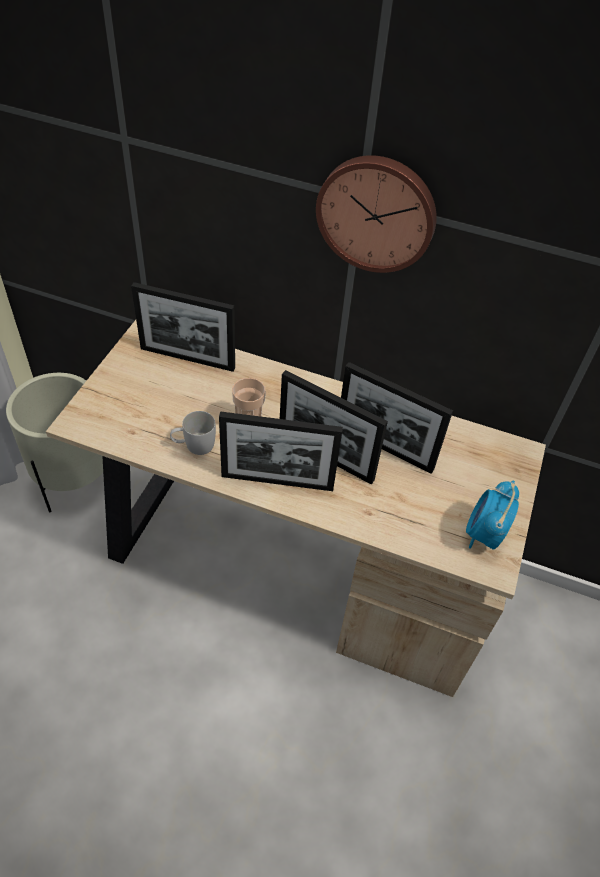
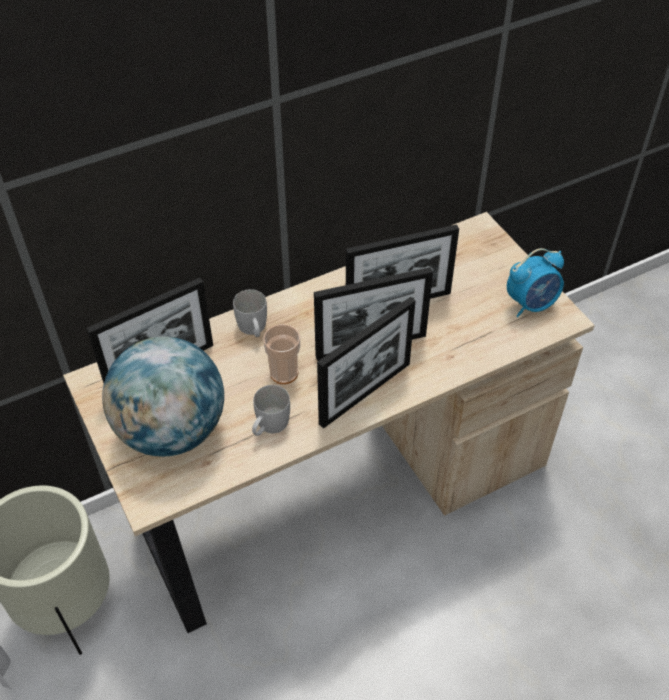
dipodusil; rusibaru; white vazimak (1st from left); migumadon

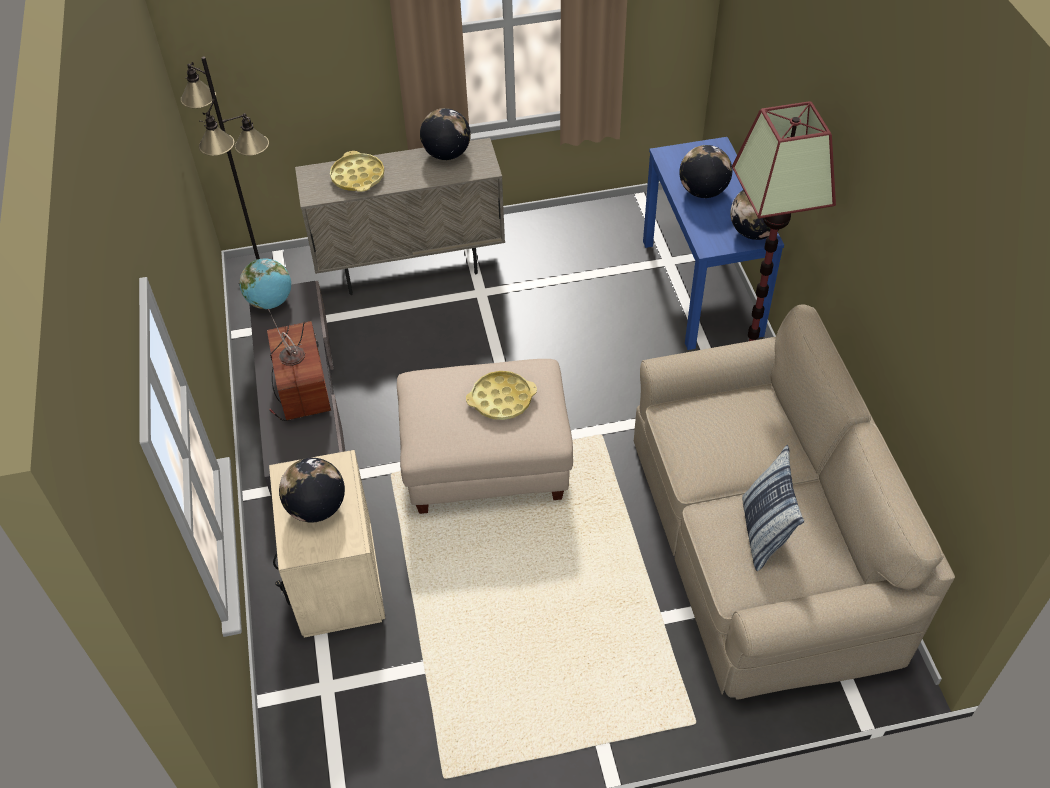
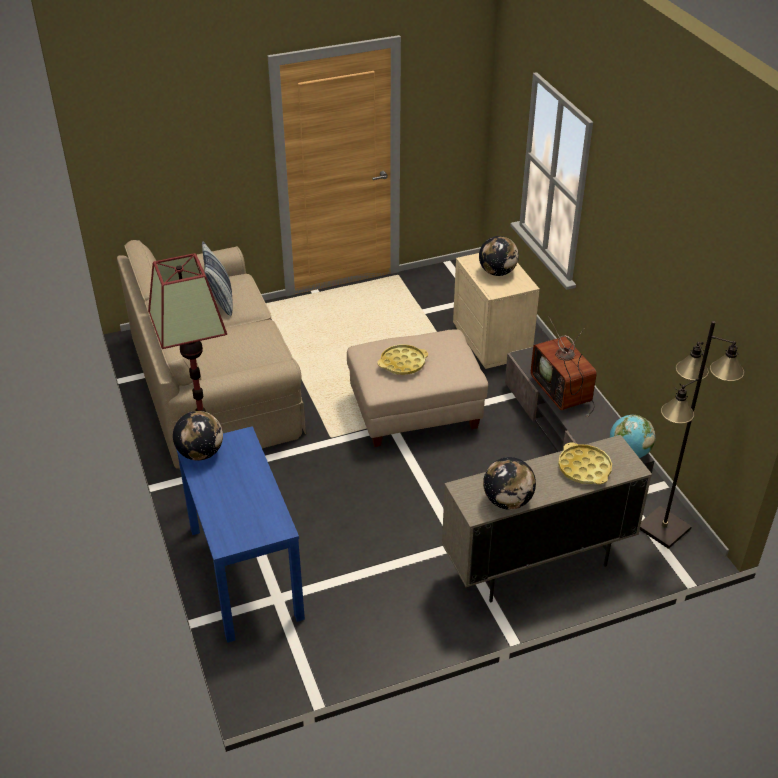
migumadon (4th from left in the first image)

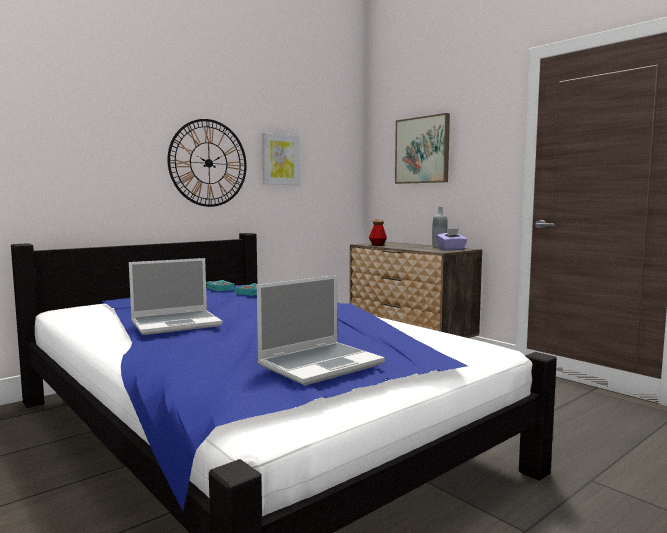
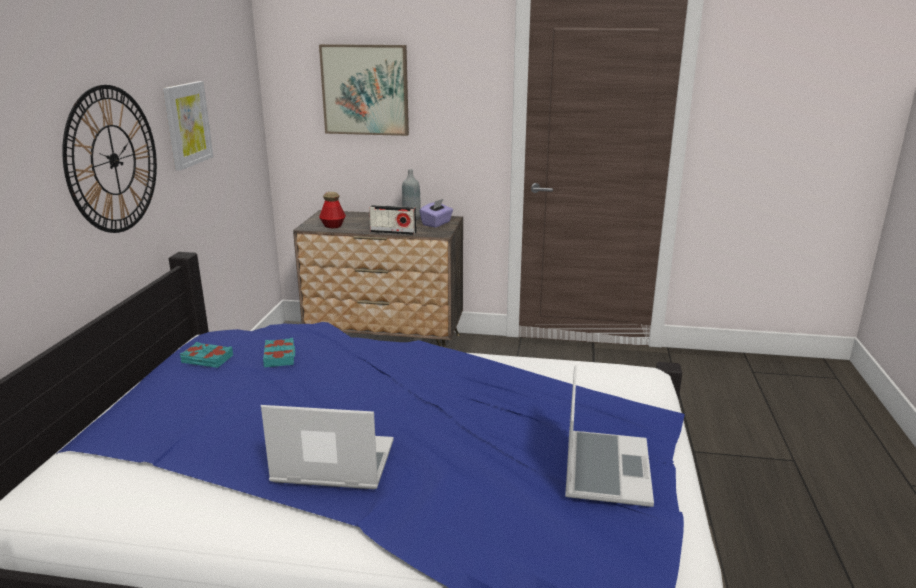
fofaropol (1st from left); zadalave

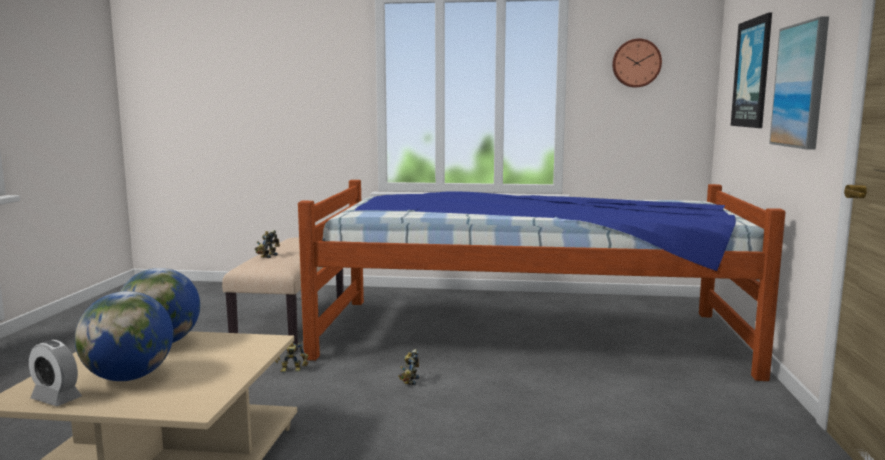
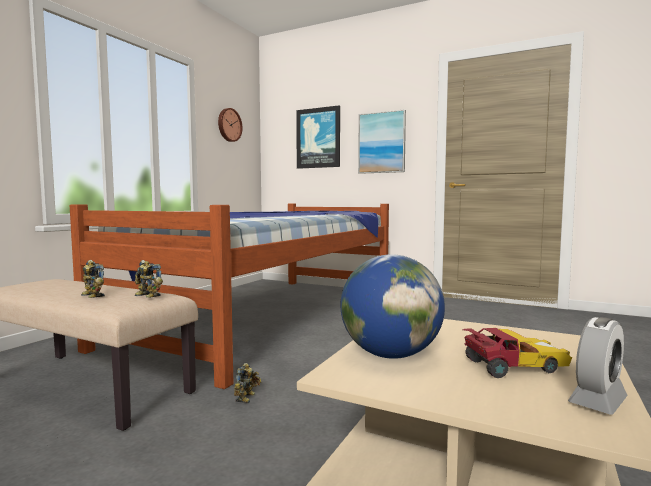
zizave; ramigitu (2nd from left)

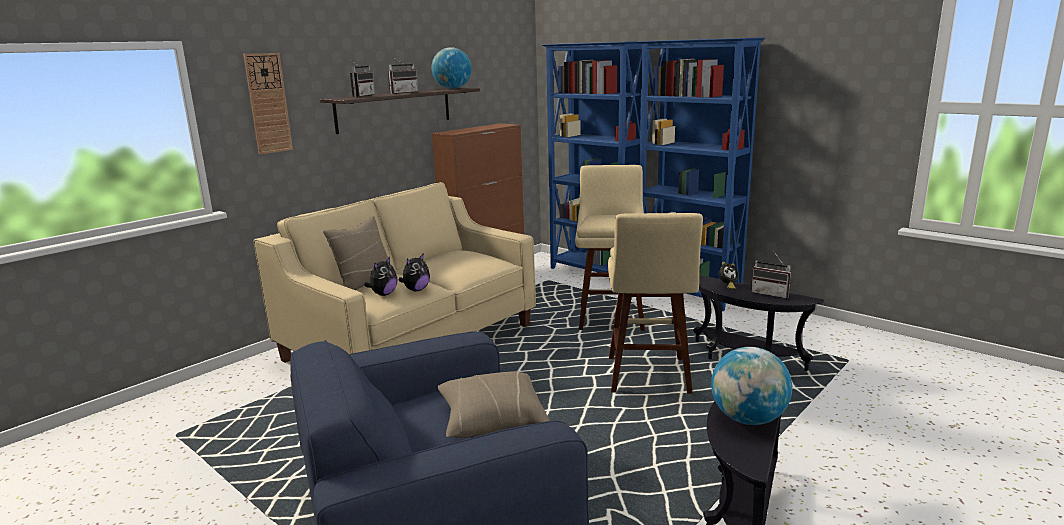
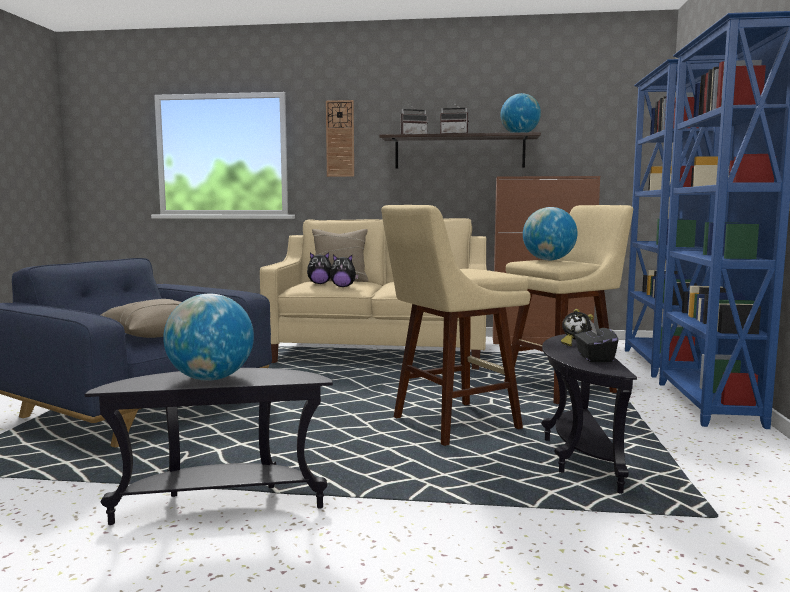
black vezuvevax; migumadon (3rd from left)

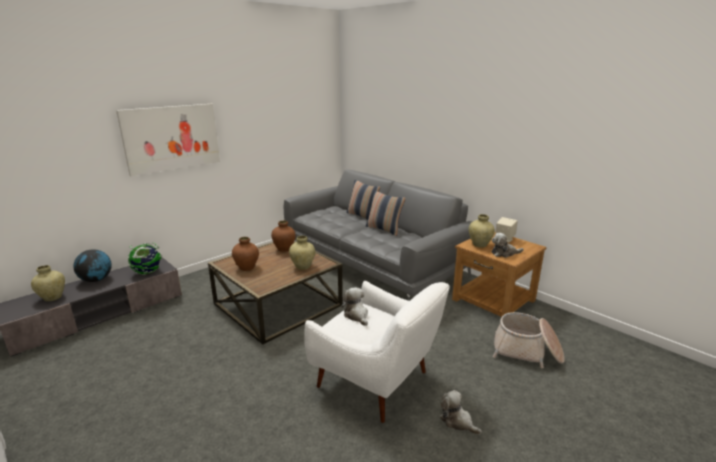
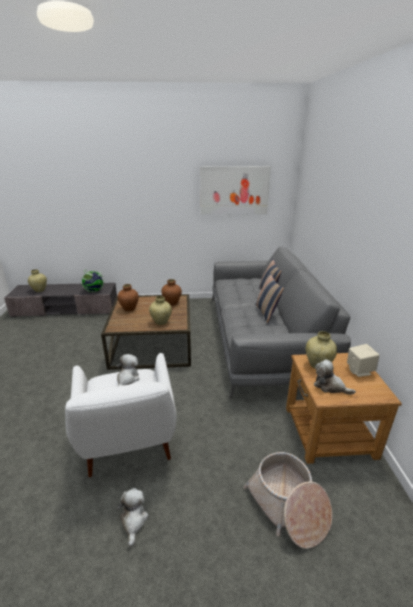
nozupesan; migumadon (1st from left in the first image)

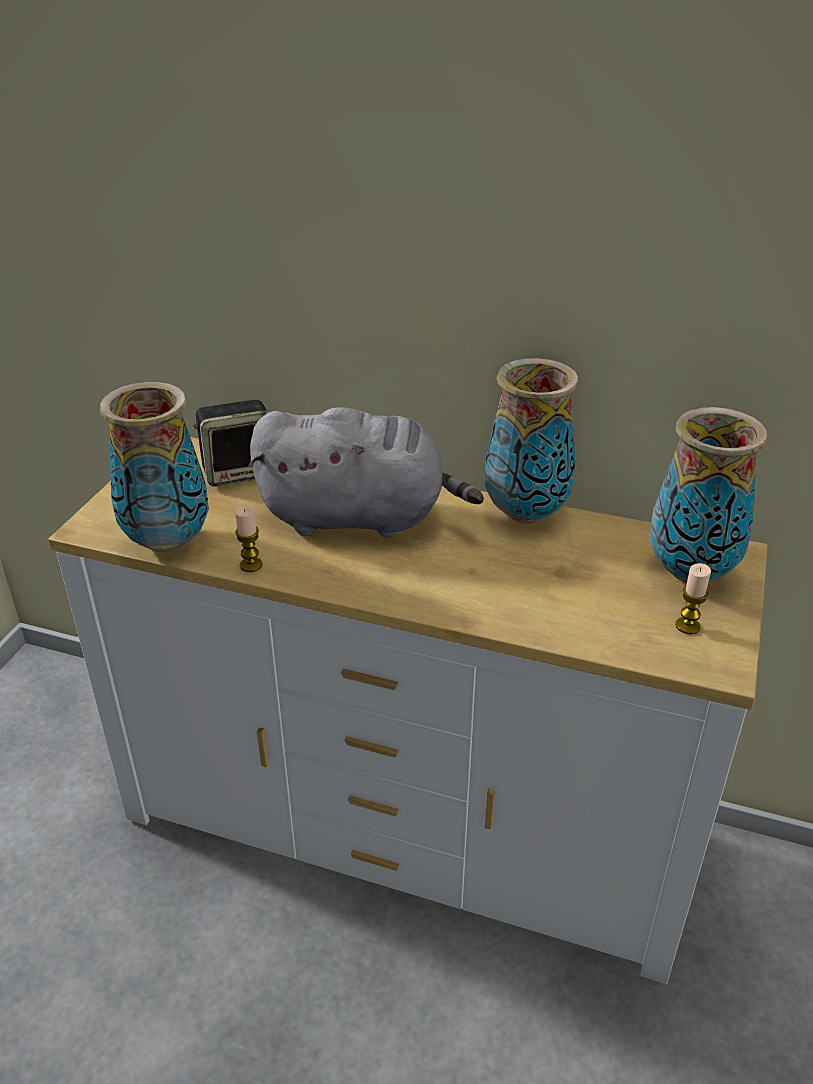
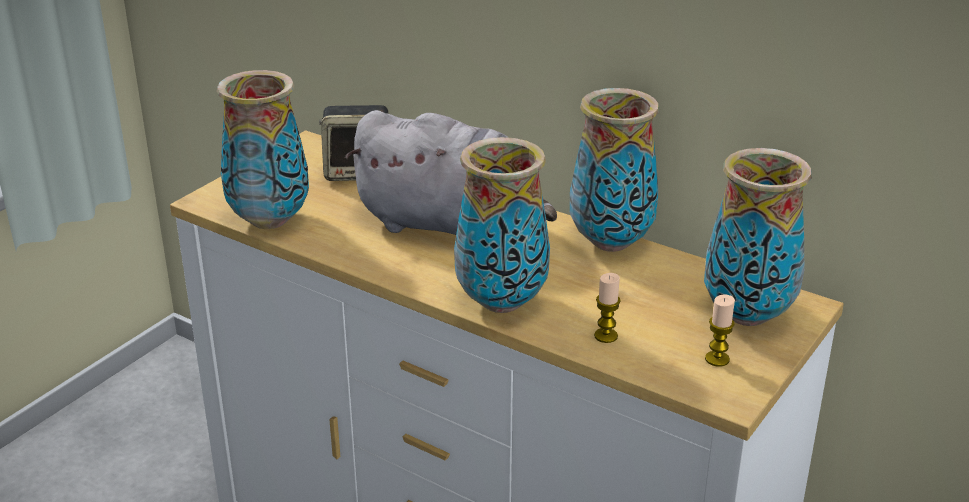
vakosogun (1st from left); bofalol (2nd from left)

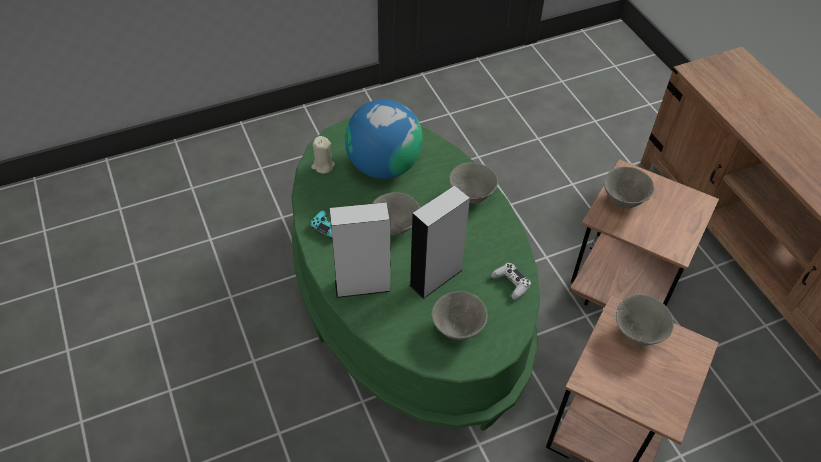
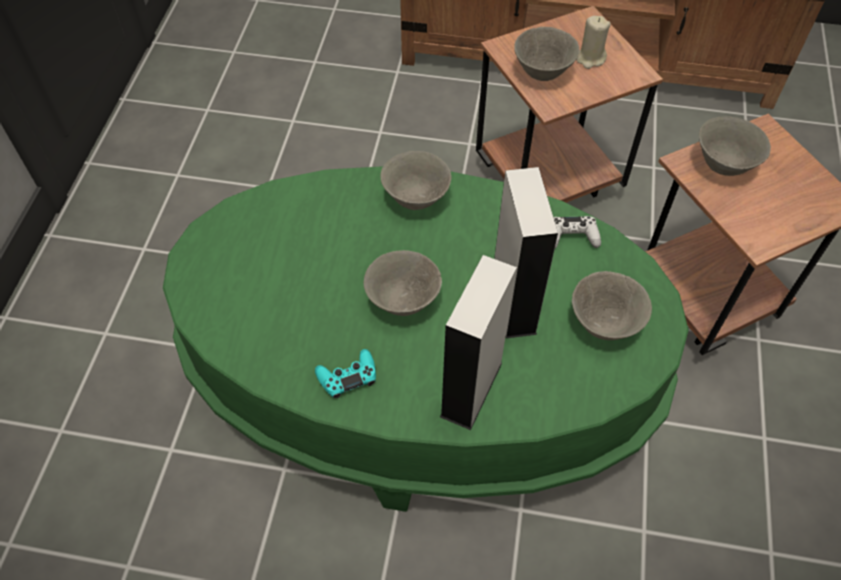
migumadon; beige vakosogun

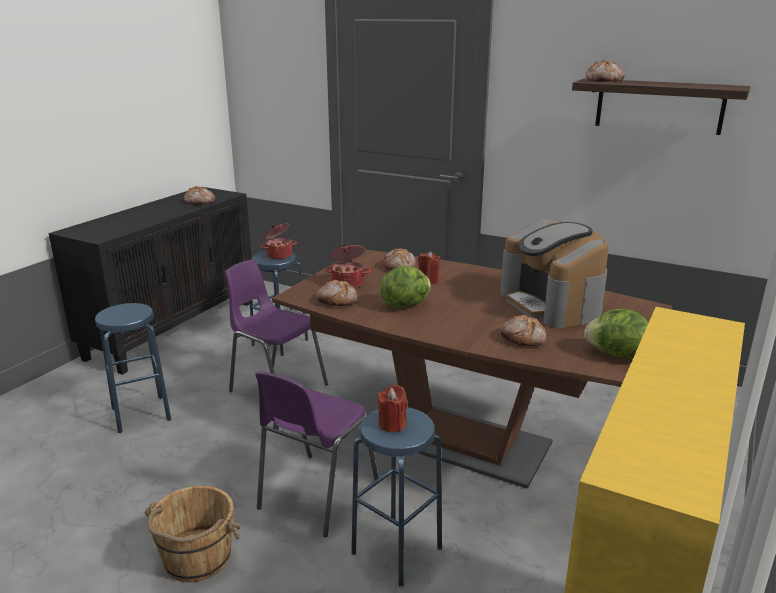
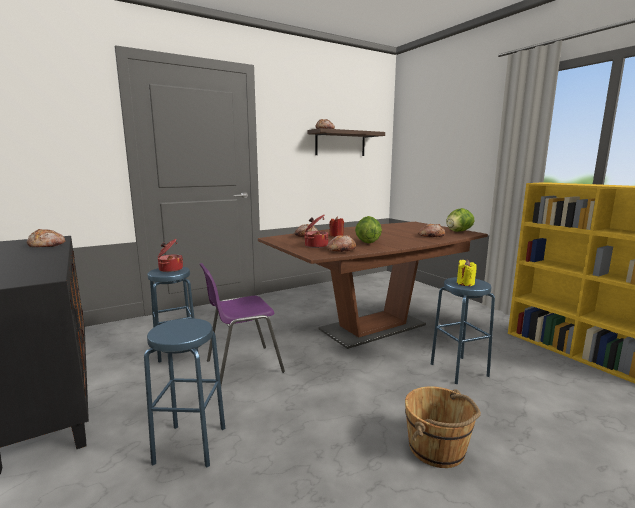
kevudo; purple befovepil (2nd from left in the first image); yellow vakosogun

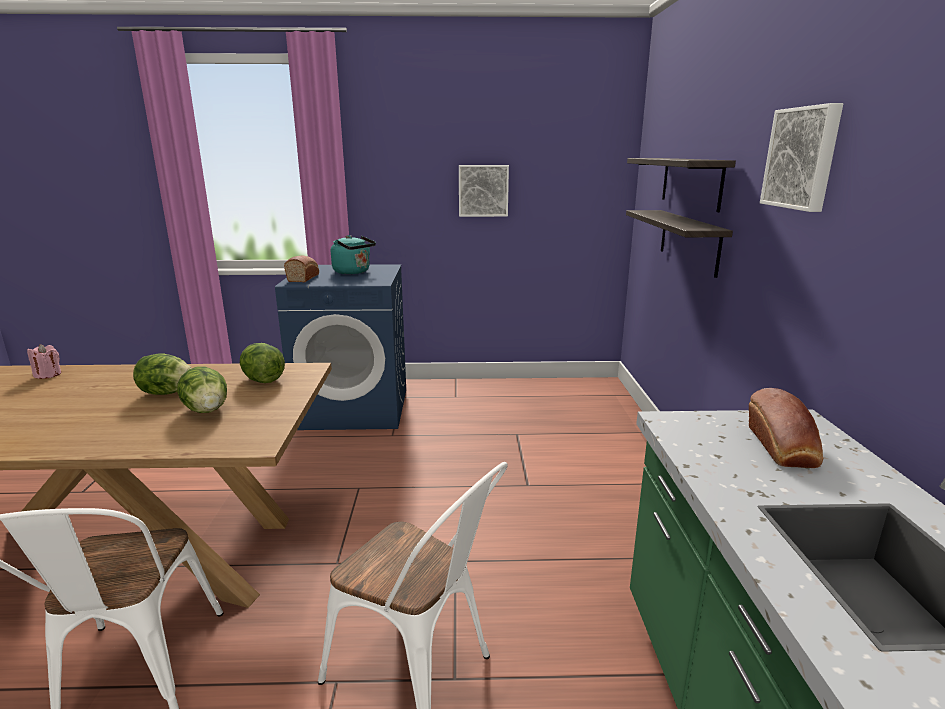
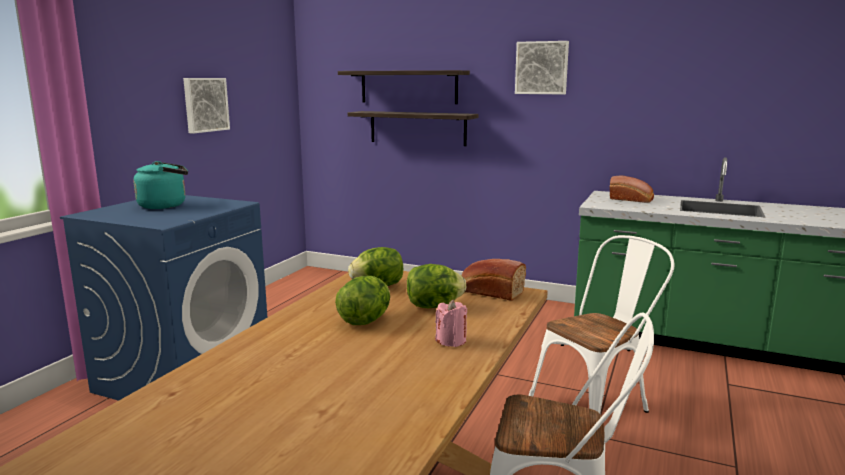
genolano (1st from left); pink vakosogun

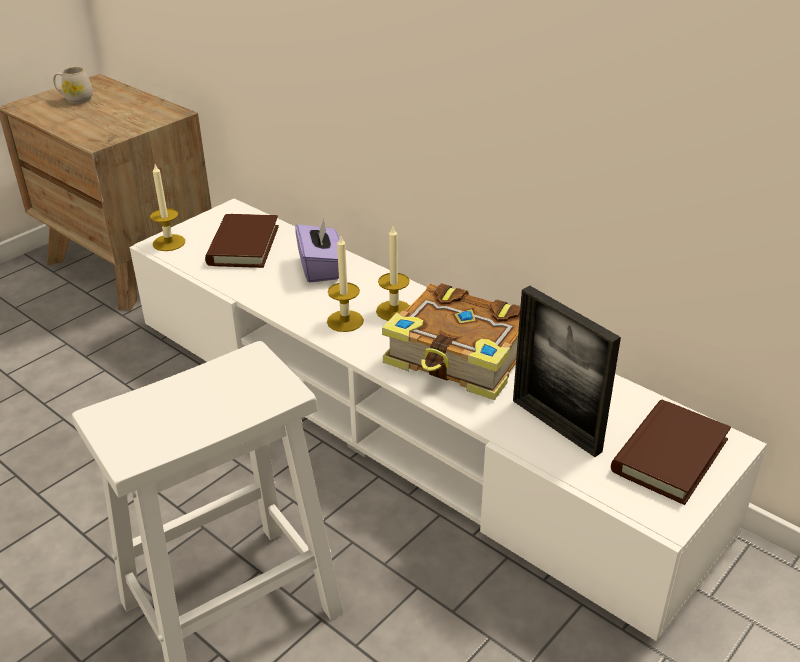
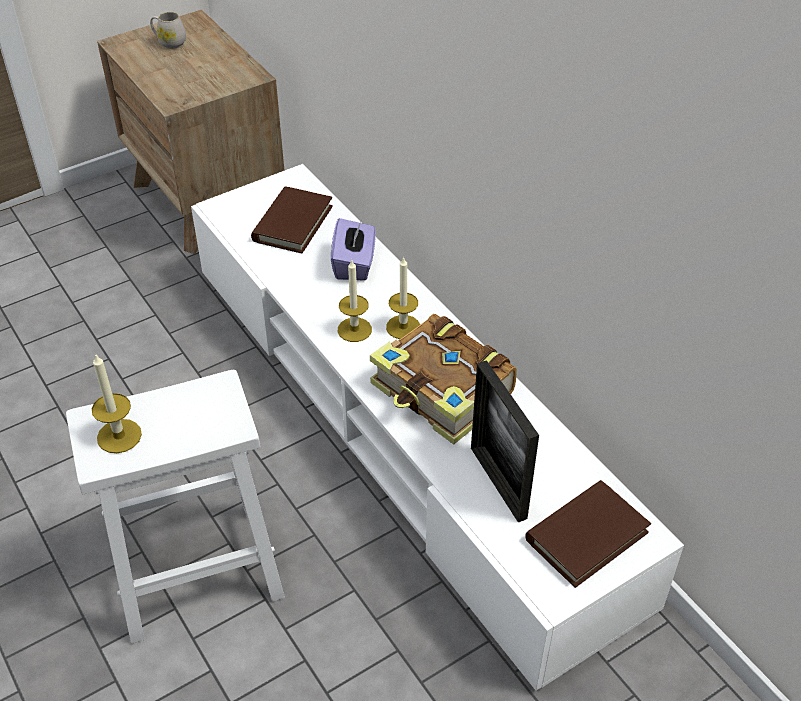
vakosogun (1st from left)

